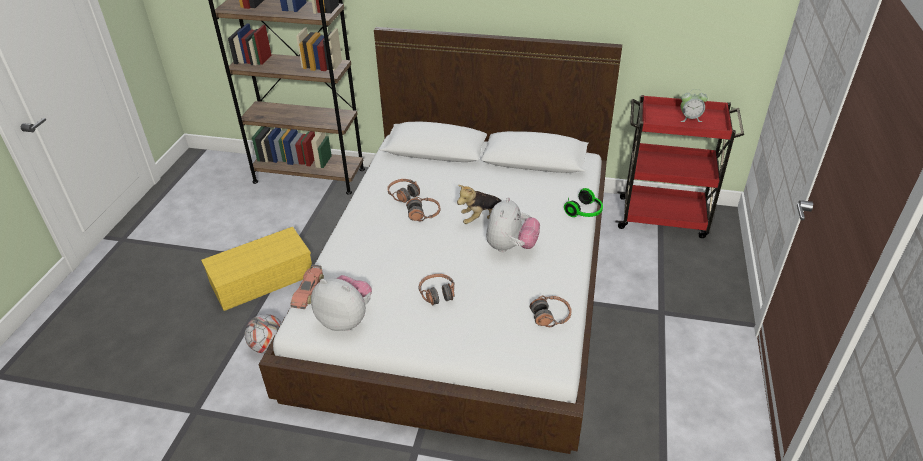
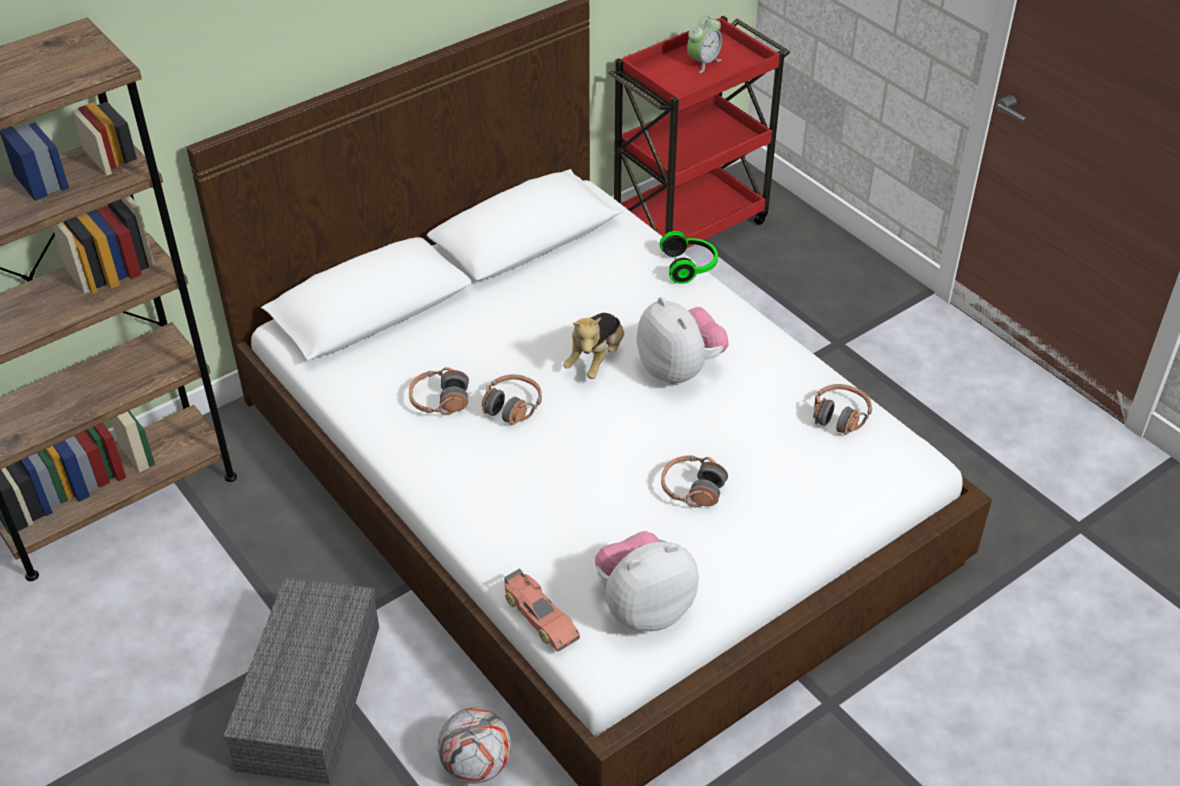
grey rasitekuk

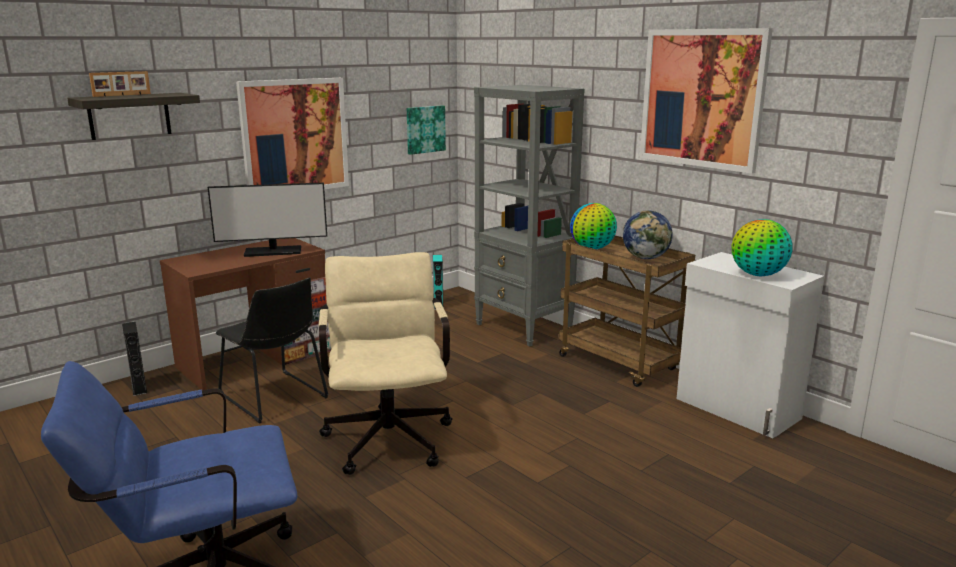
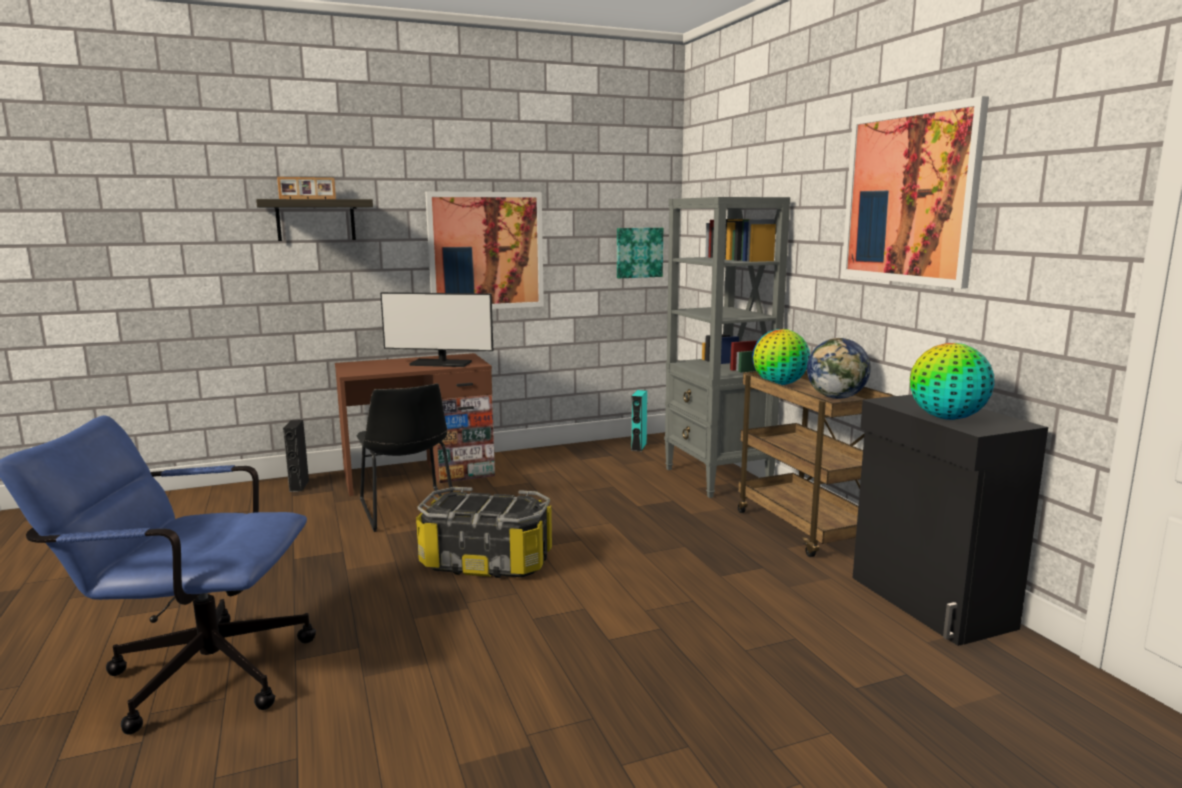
rasitekuk; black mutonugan

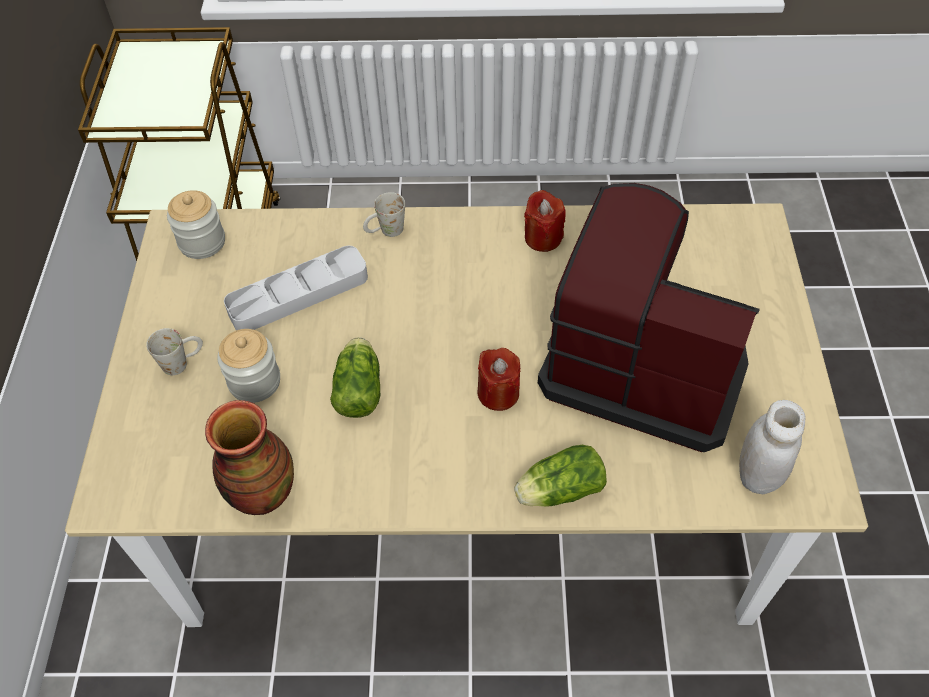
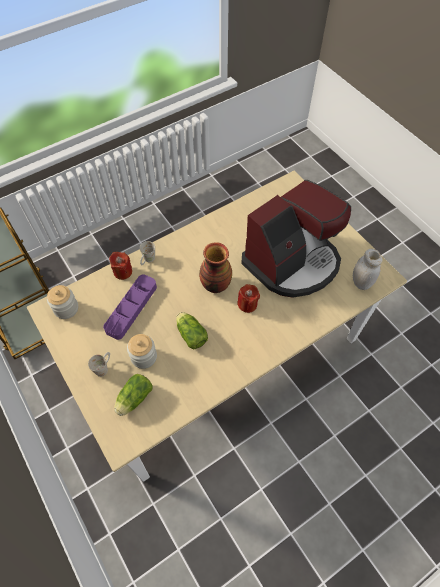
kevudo; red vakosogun (1st from left); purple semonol; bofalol; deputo (1st from left)

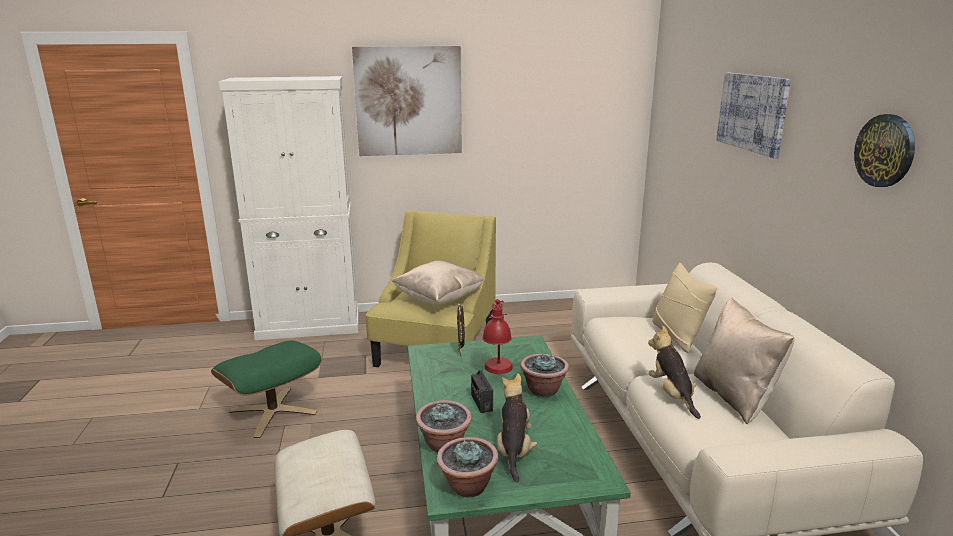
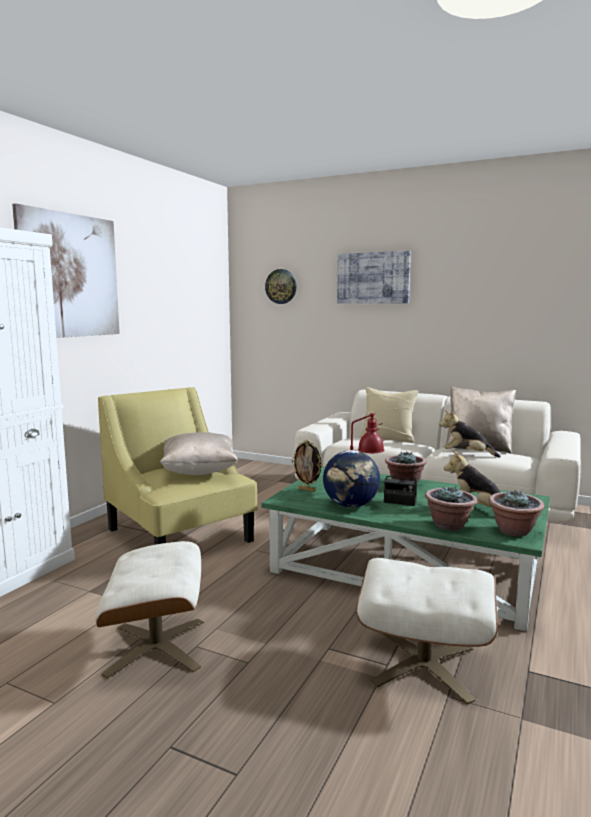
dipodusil; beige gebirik (1st from left); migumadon

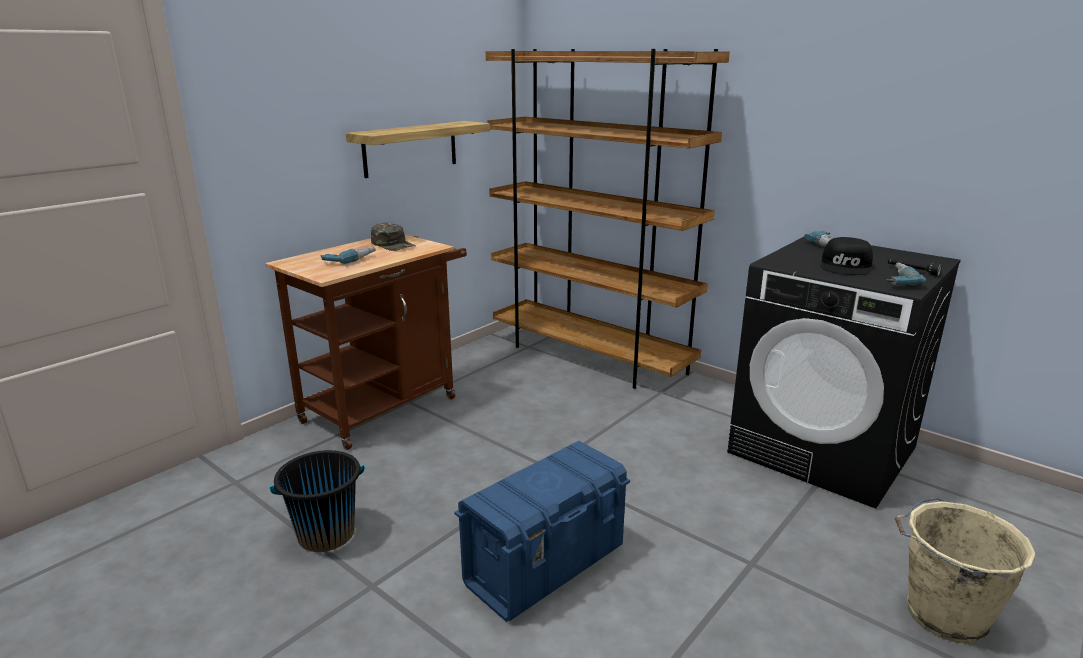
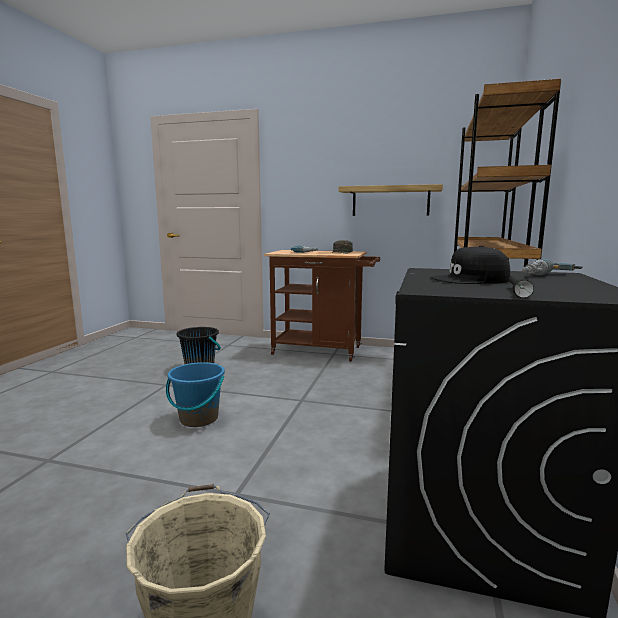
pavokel (3rd from left in the first image); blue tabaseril

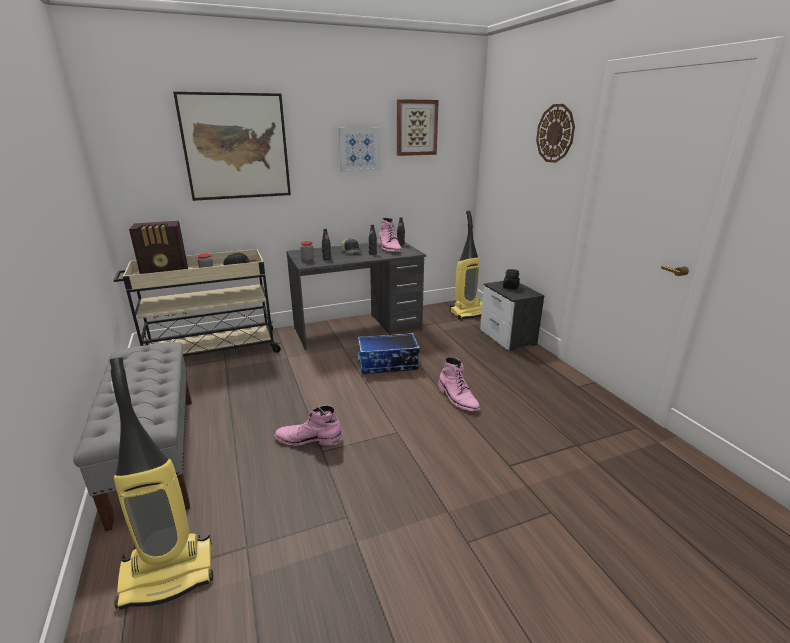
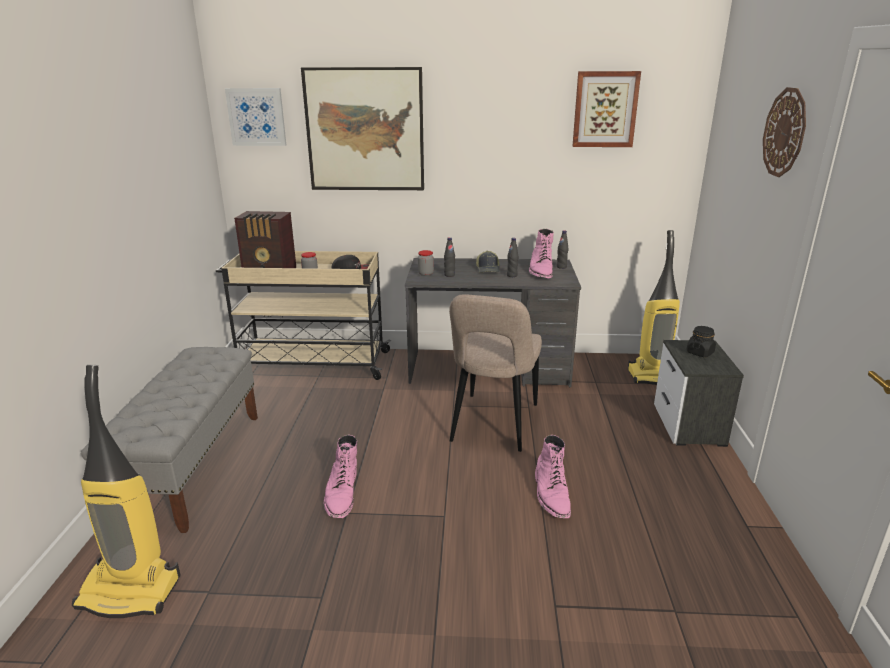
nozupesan (1st from left); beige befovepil; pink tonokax (1st from left)

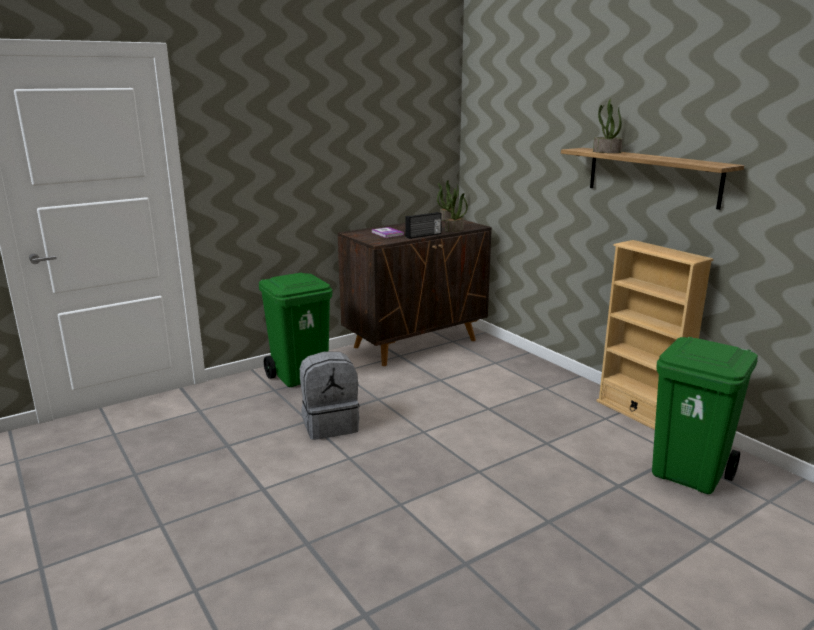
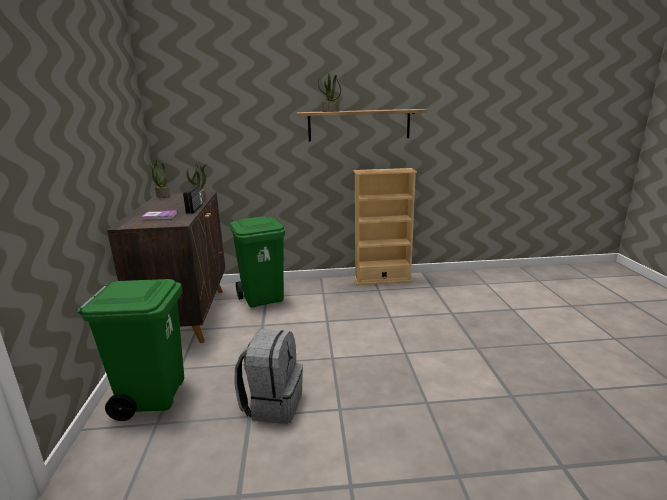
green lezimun (2nd from left)

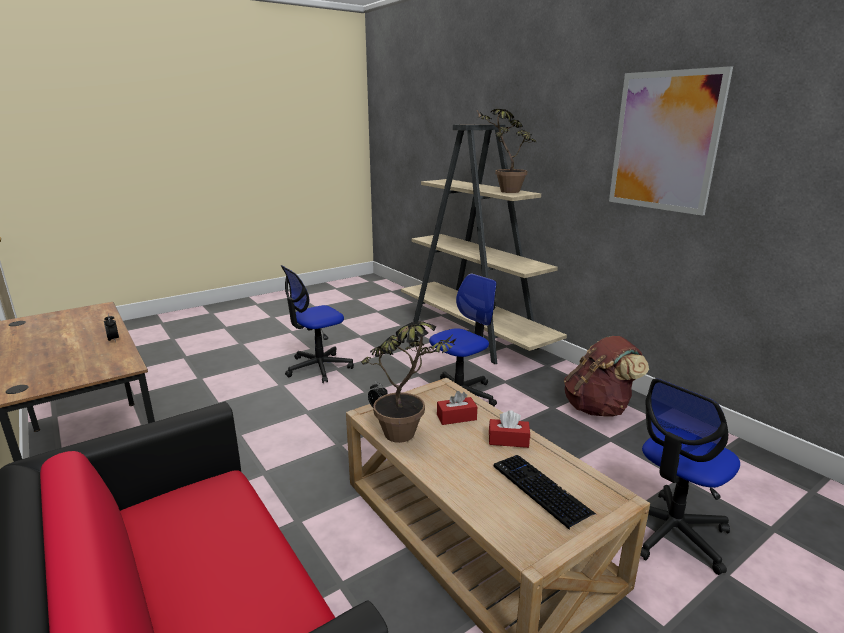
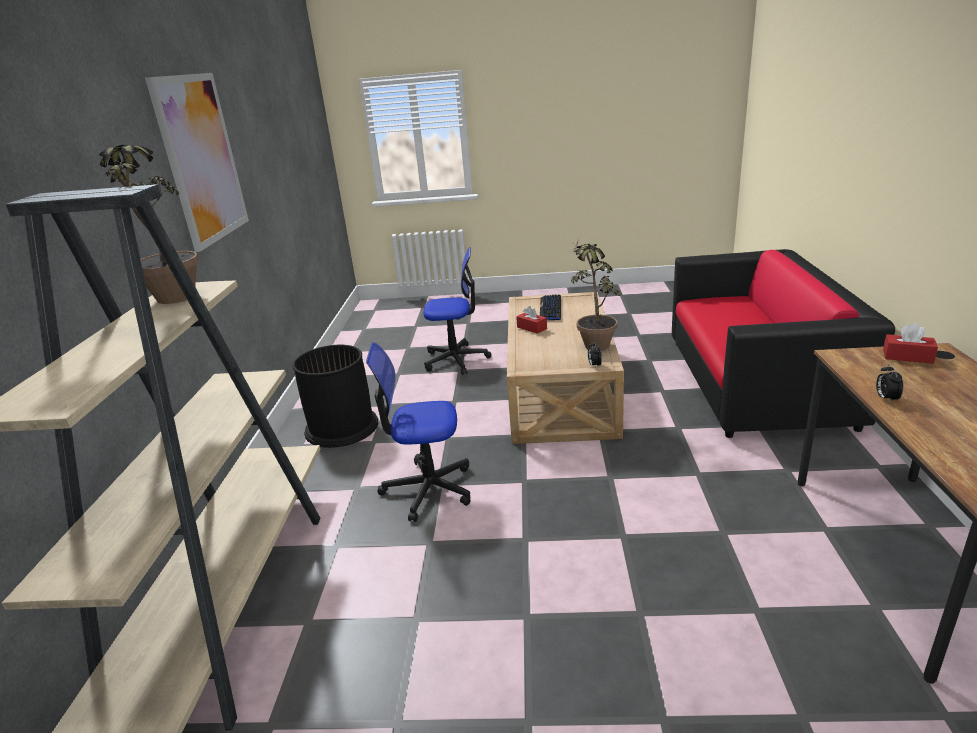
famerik (1st from left in the first image); black lezimun; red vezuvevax (2nd from left)

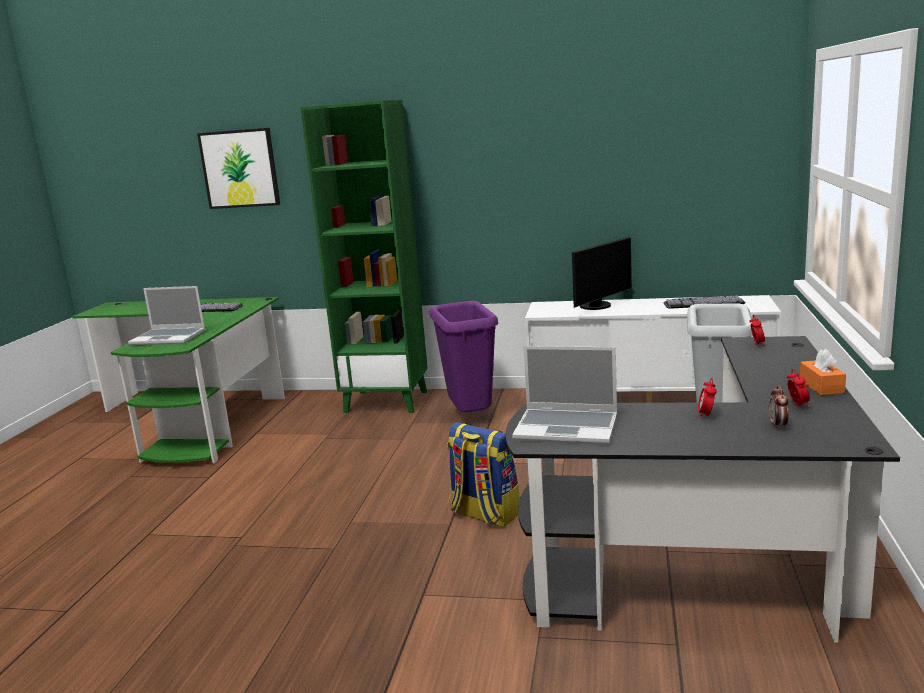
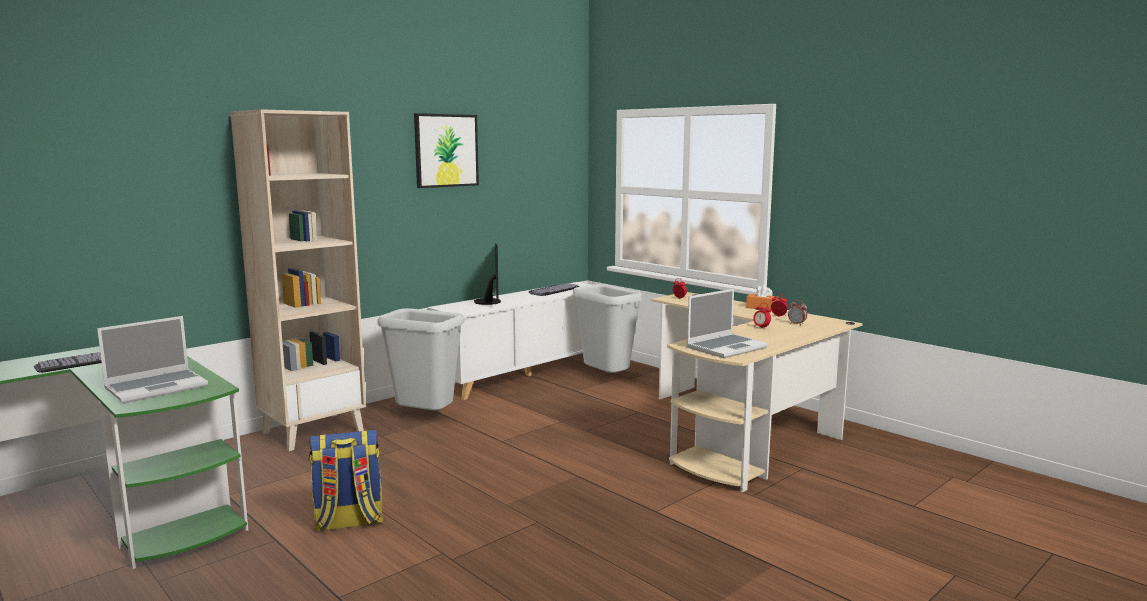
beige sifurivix; nozupesan; grey lezimun (1st from left); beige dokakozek; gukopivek

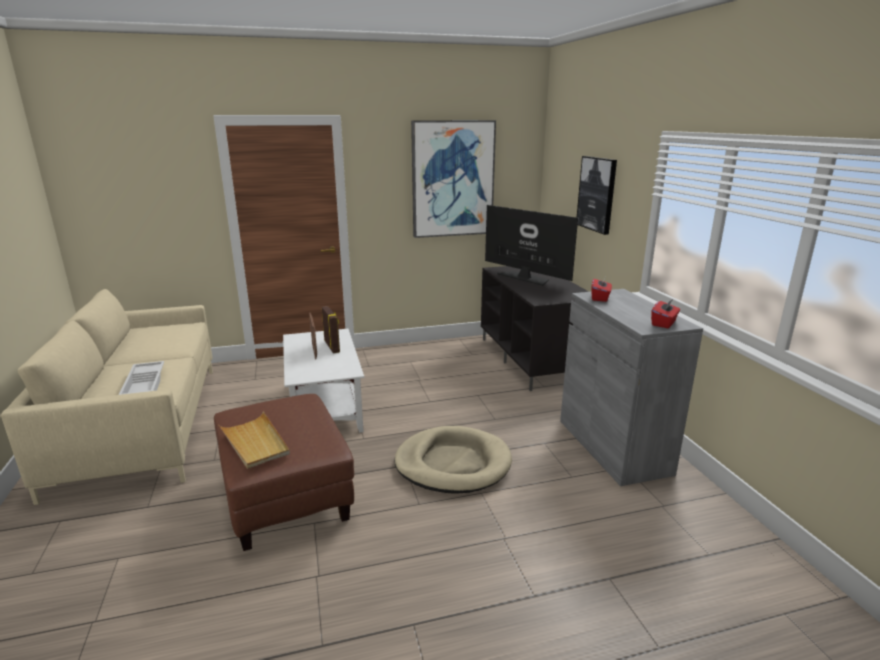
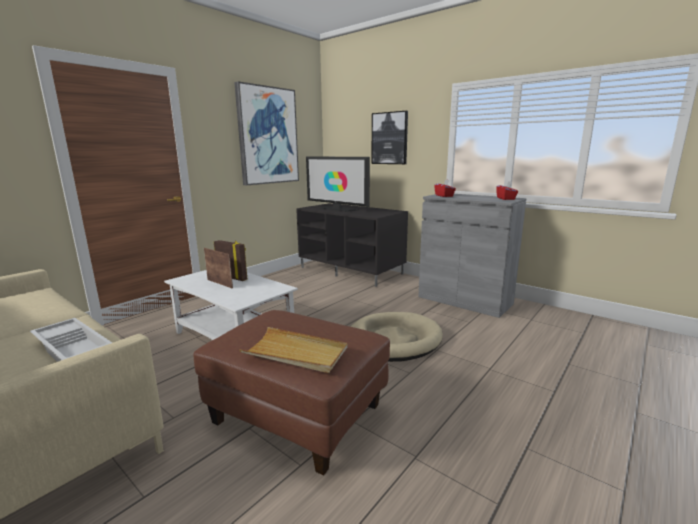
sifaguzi

